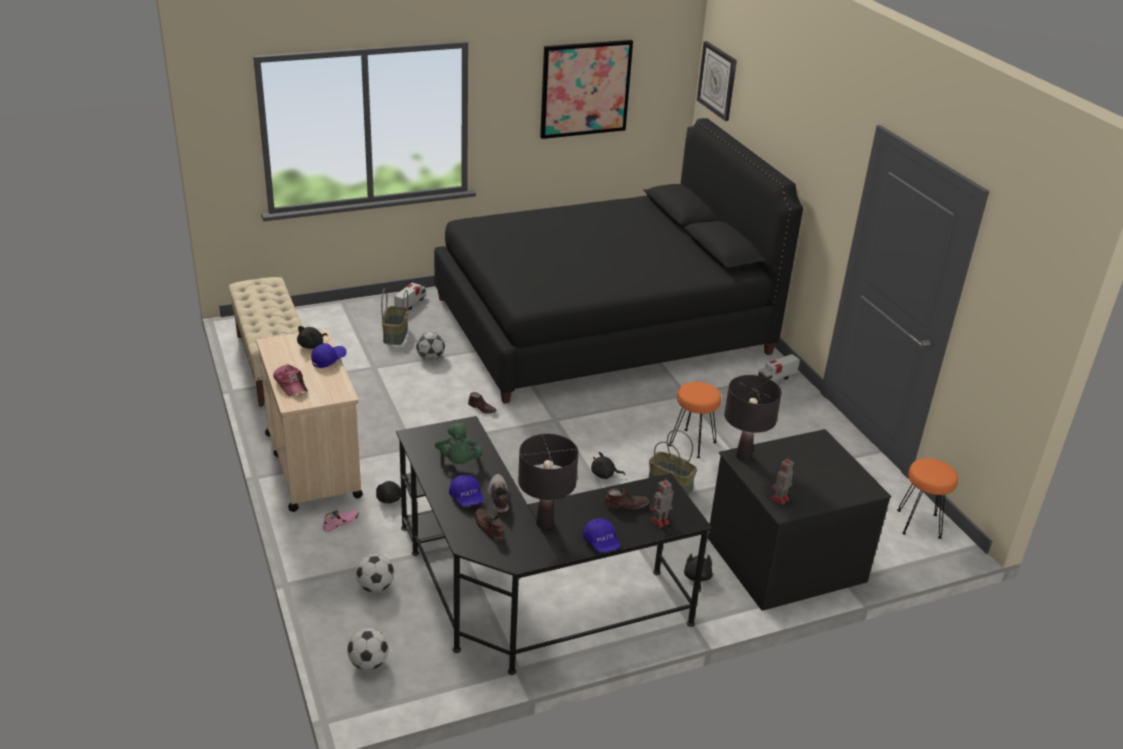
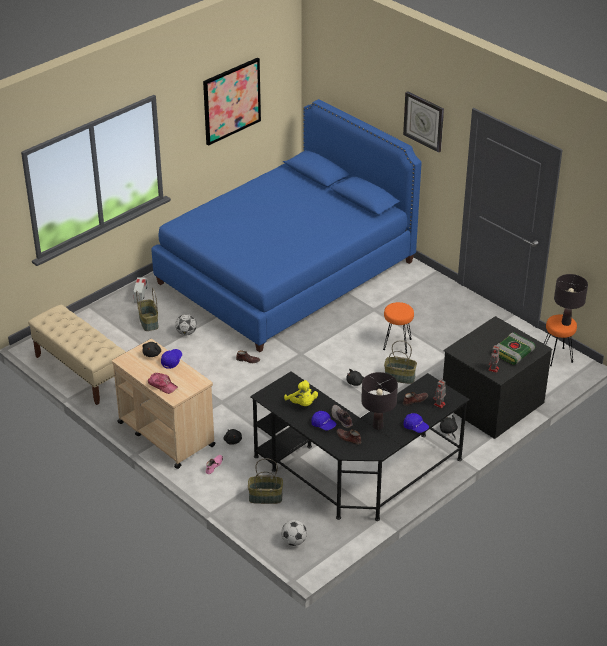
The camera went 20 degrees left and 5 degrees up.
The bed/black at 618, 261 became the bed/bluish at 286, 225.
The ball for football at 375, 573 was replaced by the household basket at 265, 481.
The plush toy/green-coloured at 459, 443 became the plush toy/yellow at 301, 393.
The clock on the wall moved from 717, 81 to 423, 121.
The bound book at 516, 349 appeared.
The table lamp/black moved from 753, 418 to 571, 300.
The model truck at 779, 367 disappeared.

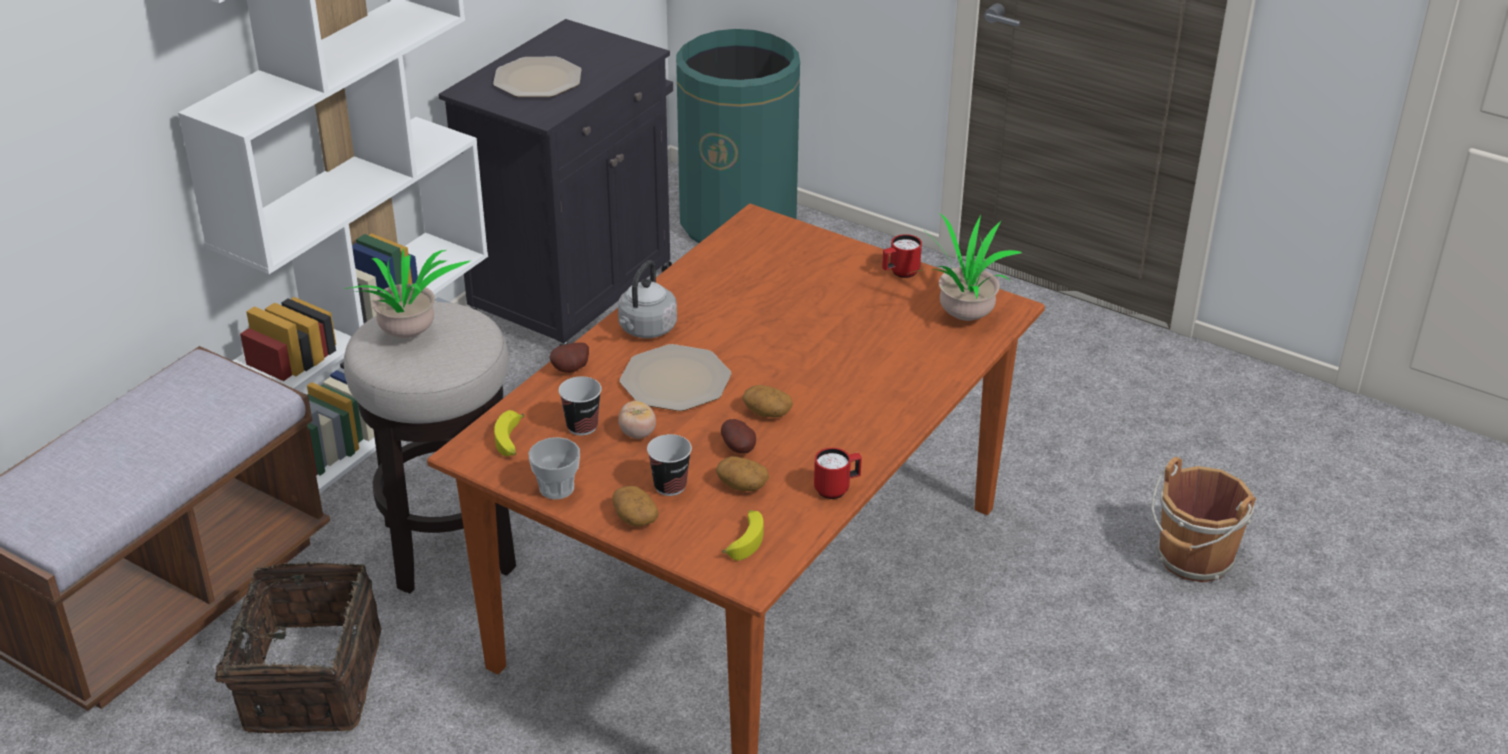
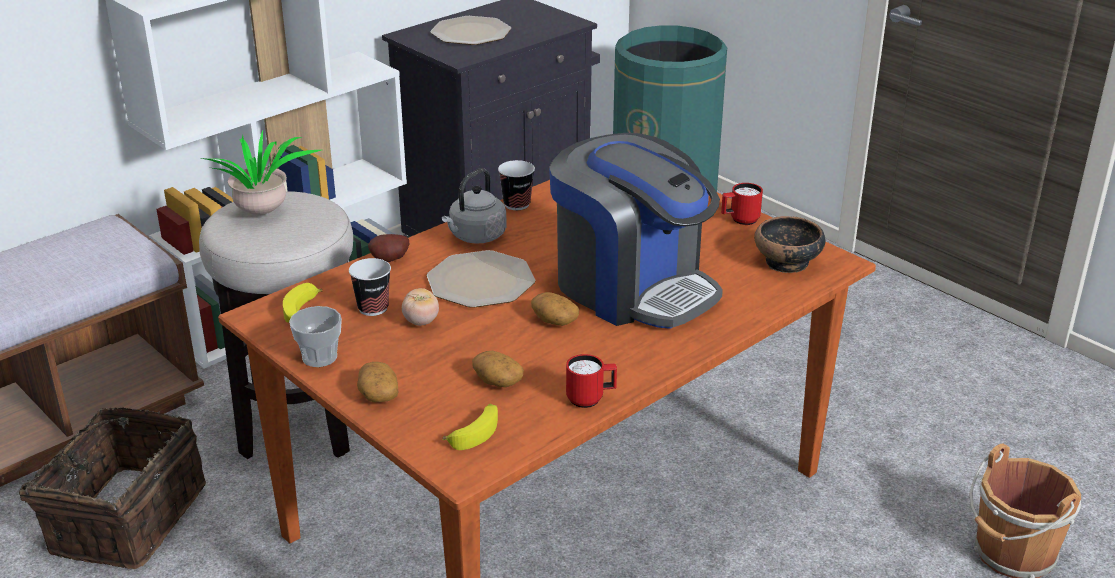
The camera went 15 degrees right and 5 degrees down.
The small cup moved from 669, 465 to 516, 185.
The coffee maker at 636, 231 appeared.
The plant in a pot at 966, 267 was replaced by the deep dish at 790, 244.
The potato at 738, 436 disappeared.

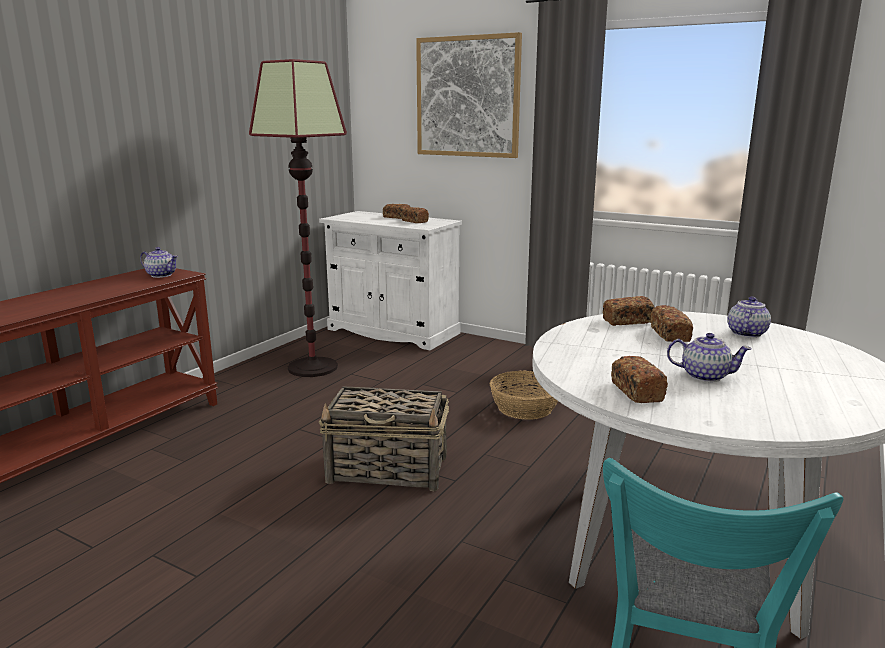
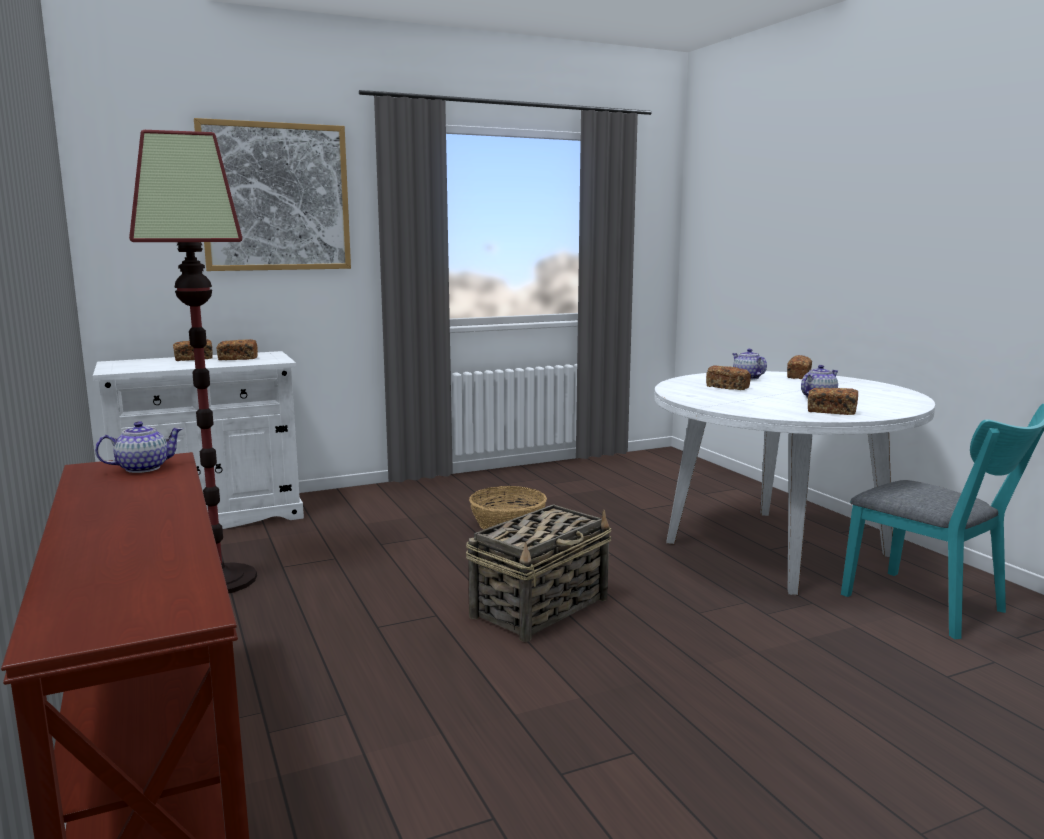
The camera went 55 degrees left and 5 degrees down.
The bakery bread moved from 629, 311 to 799, 367.

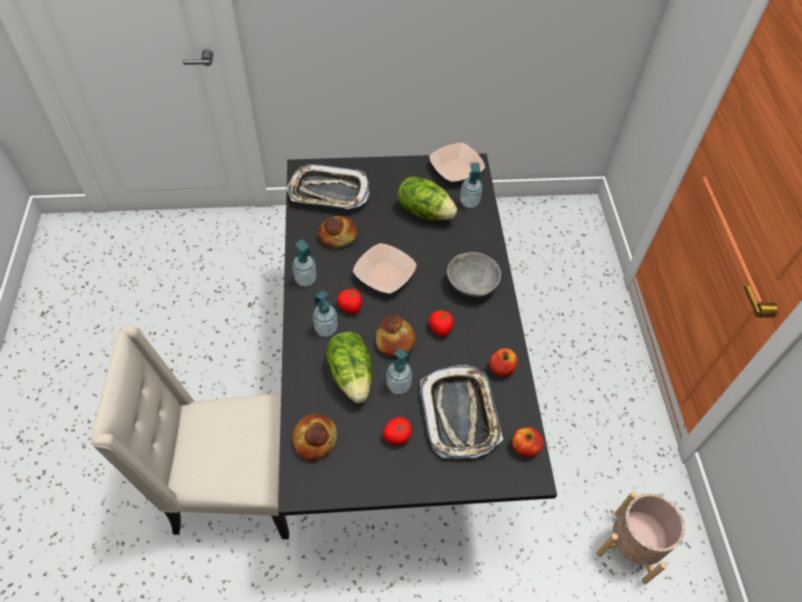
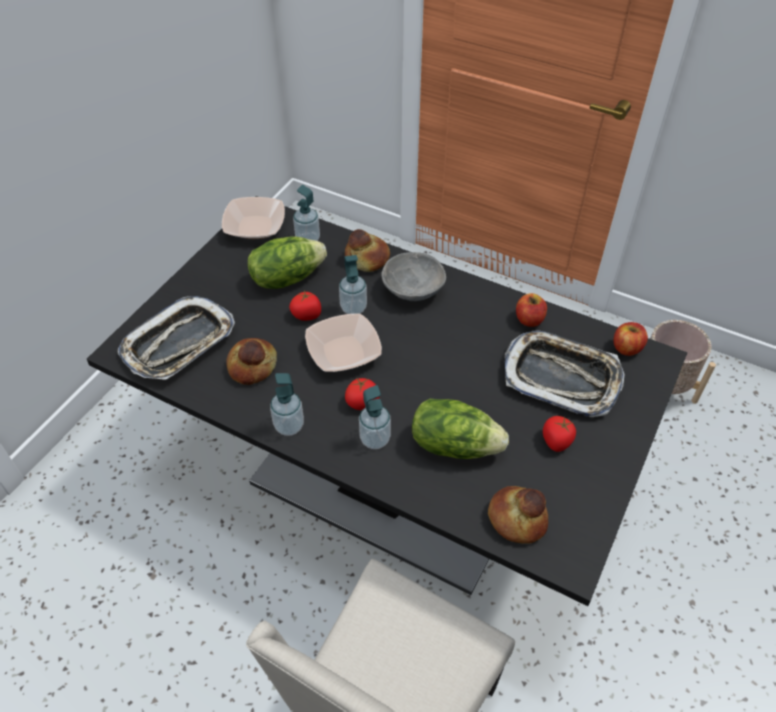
The camera went 55 degrees left and 5 degrees down.
The whole tomato moved from 441, 323 to 305, 305.
The soap dispenser moved from 399, 371 to 353, 284.
The bakery bread moved from 396, 335 to 367, 250.

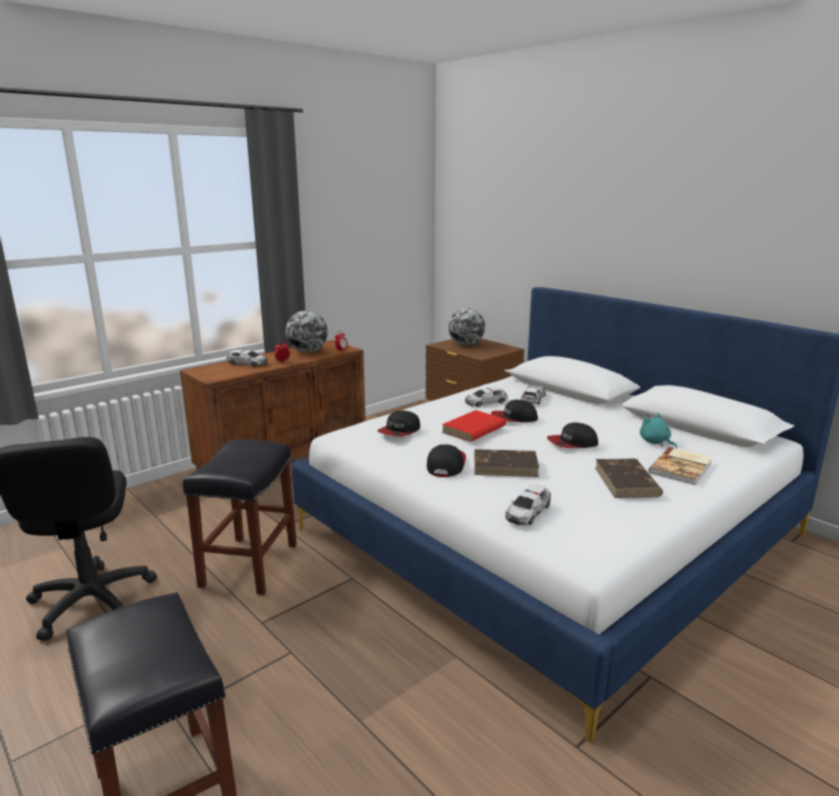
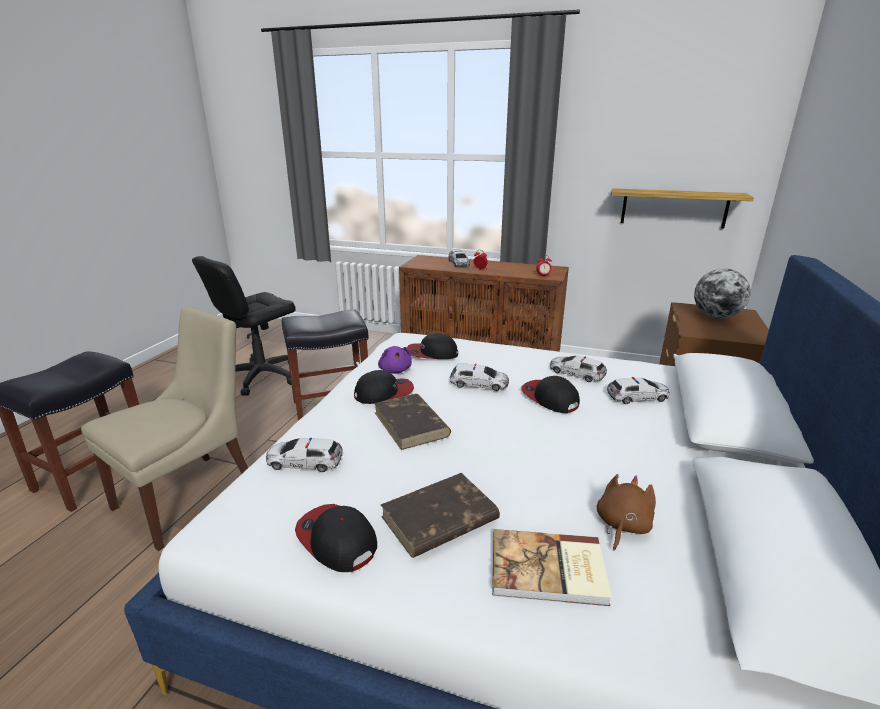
The camera went 60 degrees right and 5 degrees up.
The upright chair/beige at 164, 428 appeared.
The cap moved from 572, 435 to 336, 538.
The plush toy/purple at 395, 360 appeared.
The bound book/red-coloured at 474, 426 was replaced by the model car at 479, 377.
The plush toy/turquoise-coloured at 658, 430 became the plush toy/brown-coloured at 626, 512.
The shelf at 682, 208 appeared.
The world globe at 306, 332 disappeared.

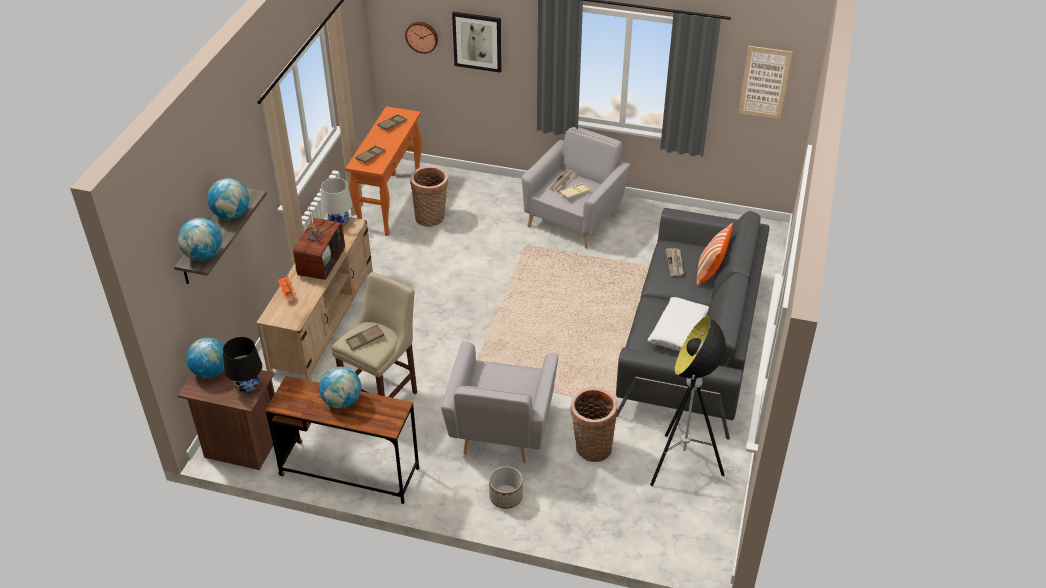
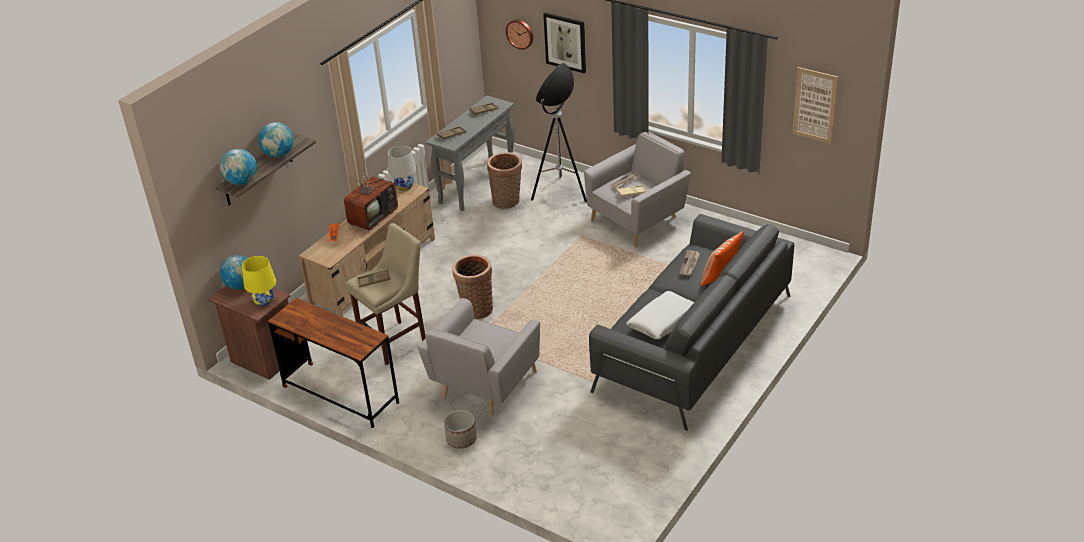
The camera went 20 degrees right and 5 degrees down.
The table lamp/black at 242, 365 became the table lamp/yellow at 259, 281.
The narrow table/orangey at 383, 171 became the narrow table/greyish at 470, 153.
The household basket moved from 593, 424 to 472, 286.
The standing lamp moved from 688, 401 to 559, 132.
The world globe at 340, 388 disappeared.

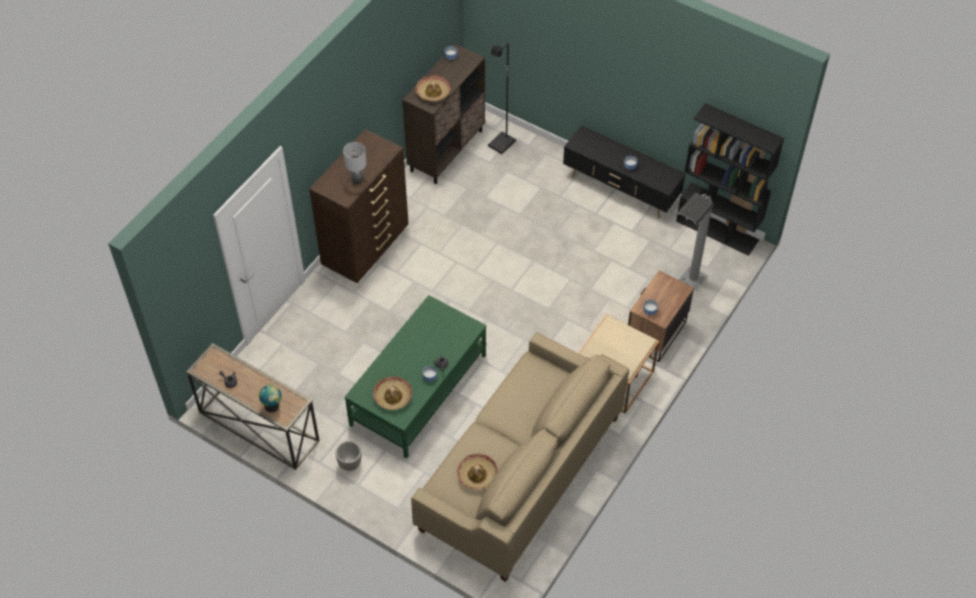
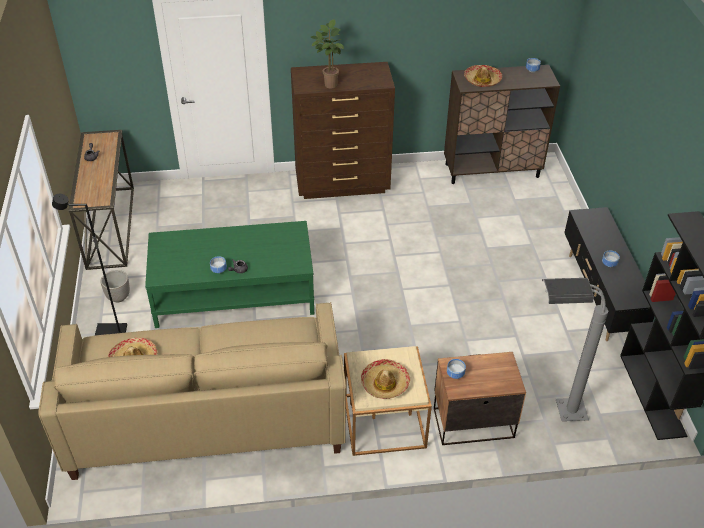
The camera went 50 degrees right and 10 degrees down.
The standing lamp/black moved from 502, 98 to 89, 265.
The table lamp/greyish at 355, 163 was replaced by the plant in a pot at 327, 54.
The clothing hat moved from 392, 393 to 385, 379.
The world globe at 270, 398 disappeared.

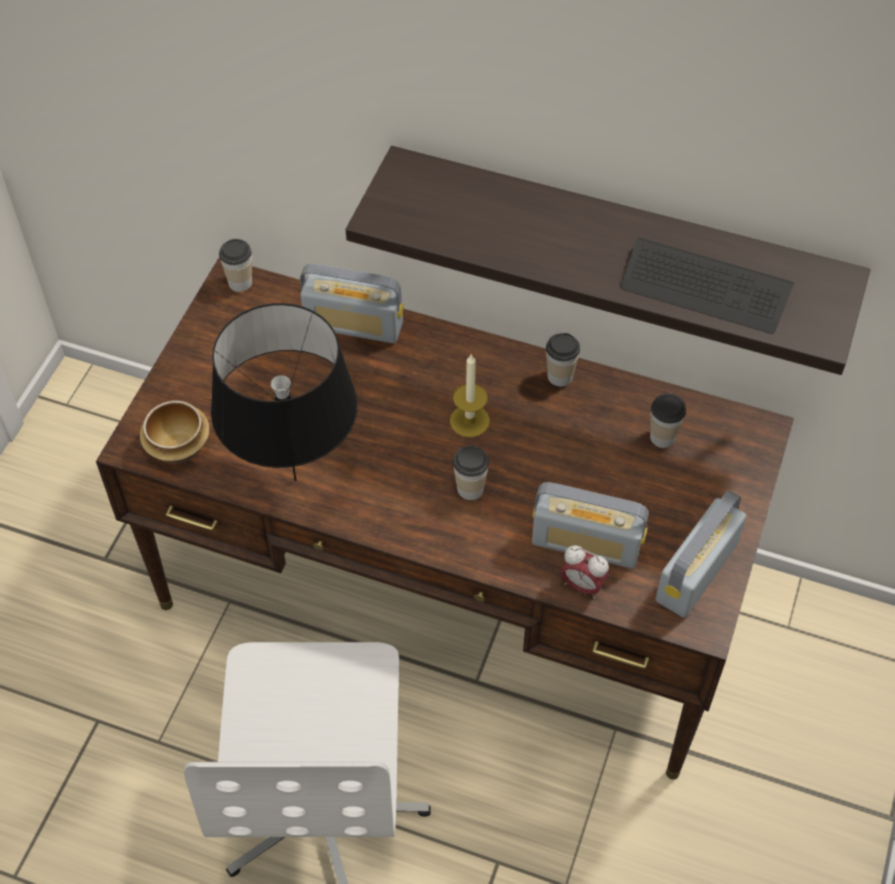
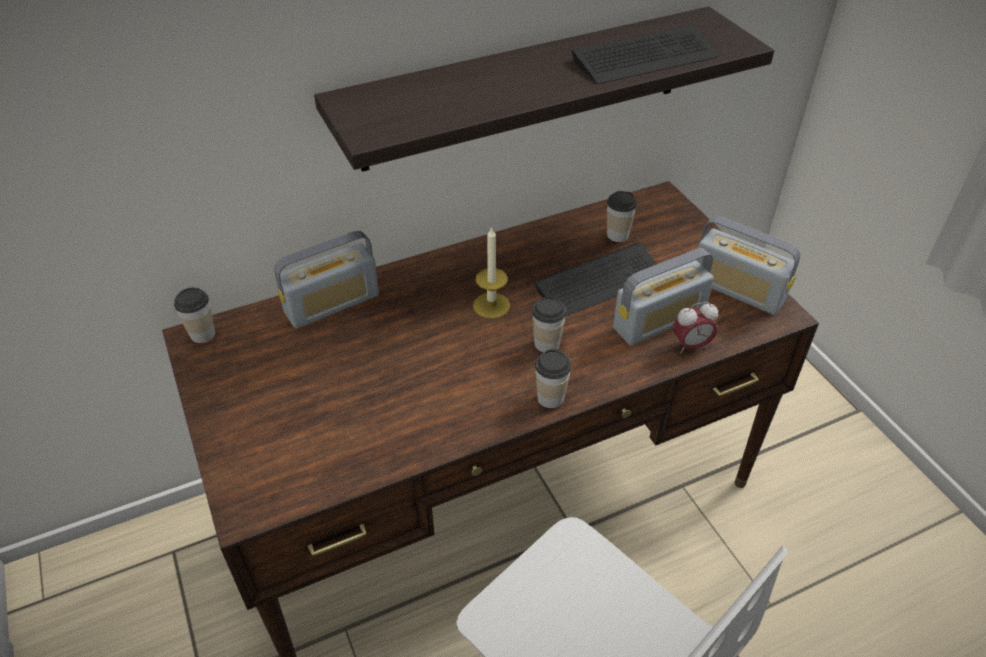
The camera went 45 degrees left and 10 degrees down.
The computer keyboard at 595, 280 appeared.
The small cup moved from 563, 360 to 553, 378.
The radio receiver at 701, 554 turned 45 degrees counterclockwise.
The deep dish at 175, 432 disappeared.
The table lamp/black at 284, 392 disappeared.

